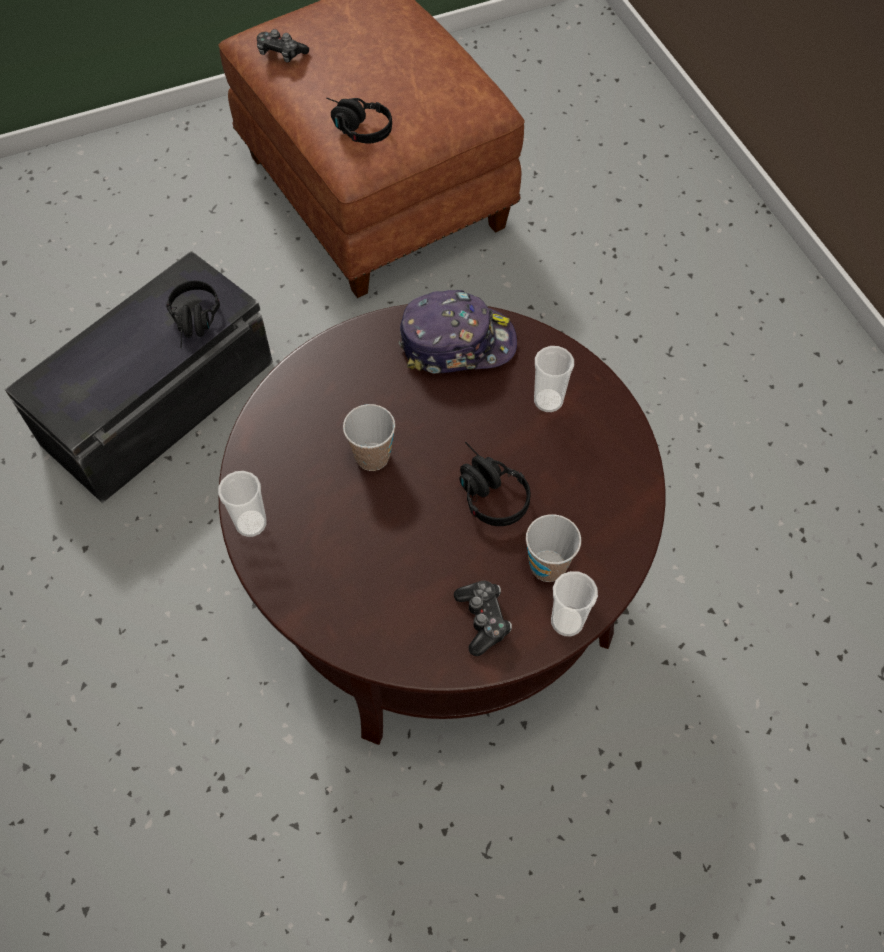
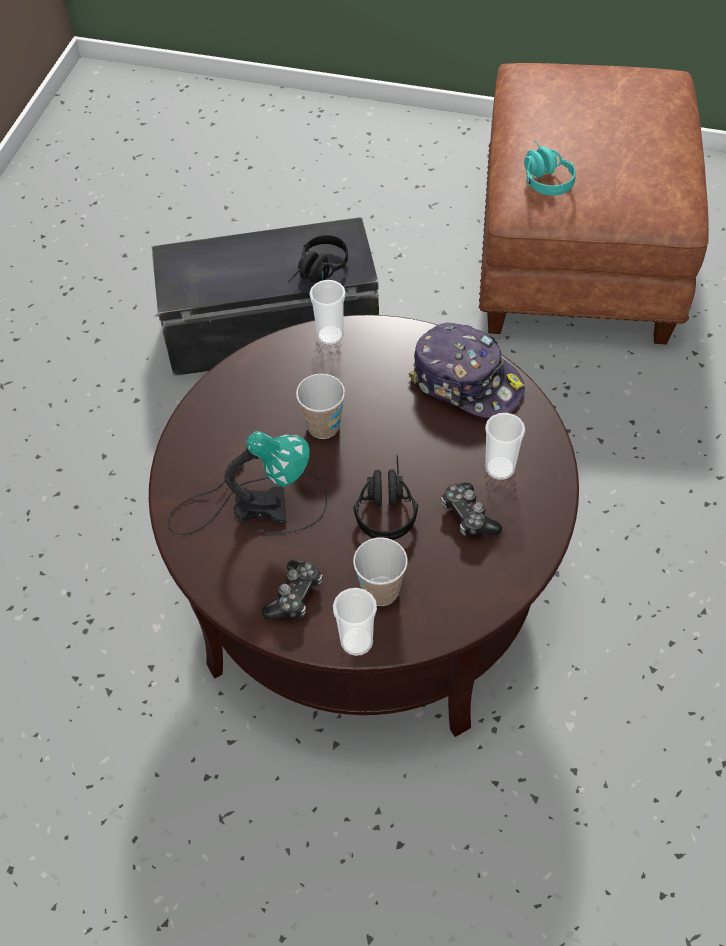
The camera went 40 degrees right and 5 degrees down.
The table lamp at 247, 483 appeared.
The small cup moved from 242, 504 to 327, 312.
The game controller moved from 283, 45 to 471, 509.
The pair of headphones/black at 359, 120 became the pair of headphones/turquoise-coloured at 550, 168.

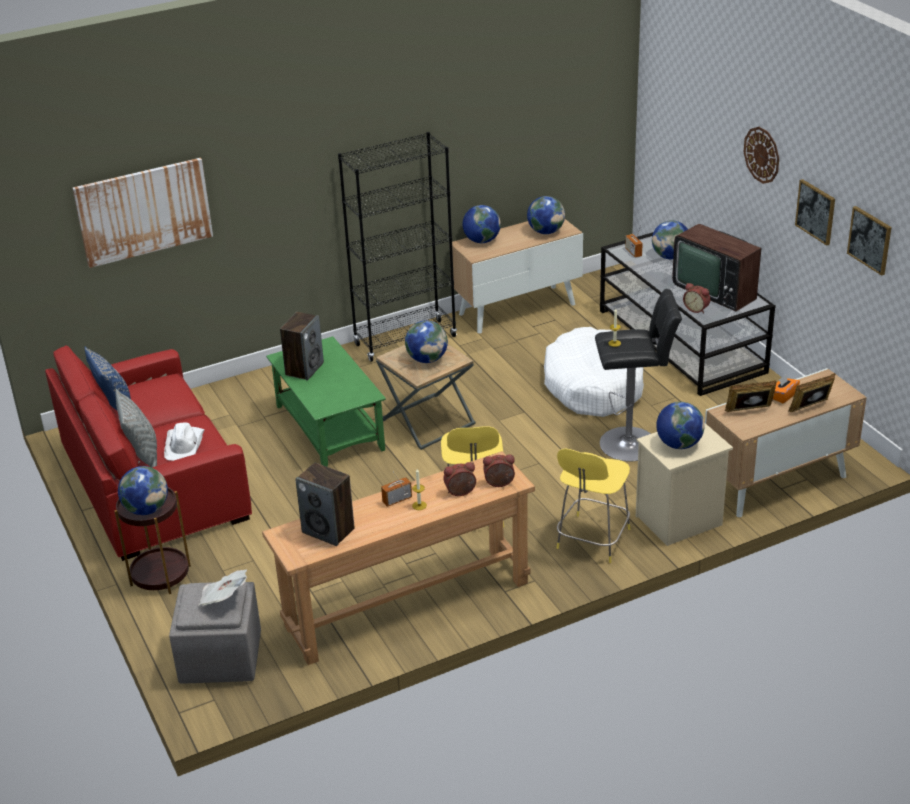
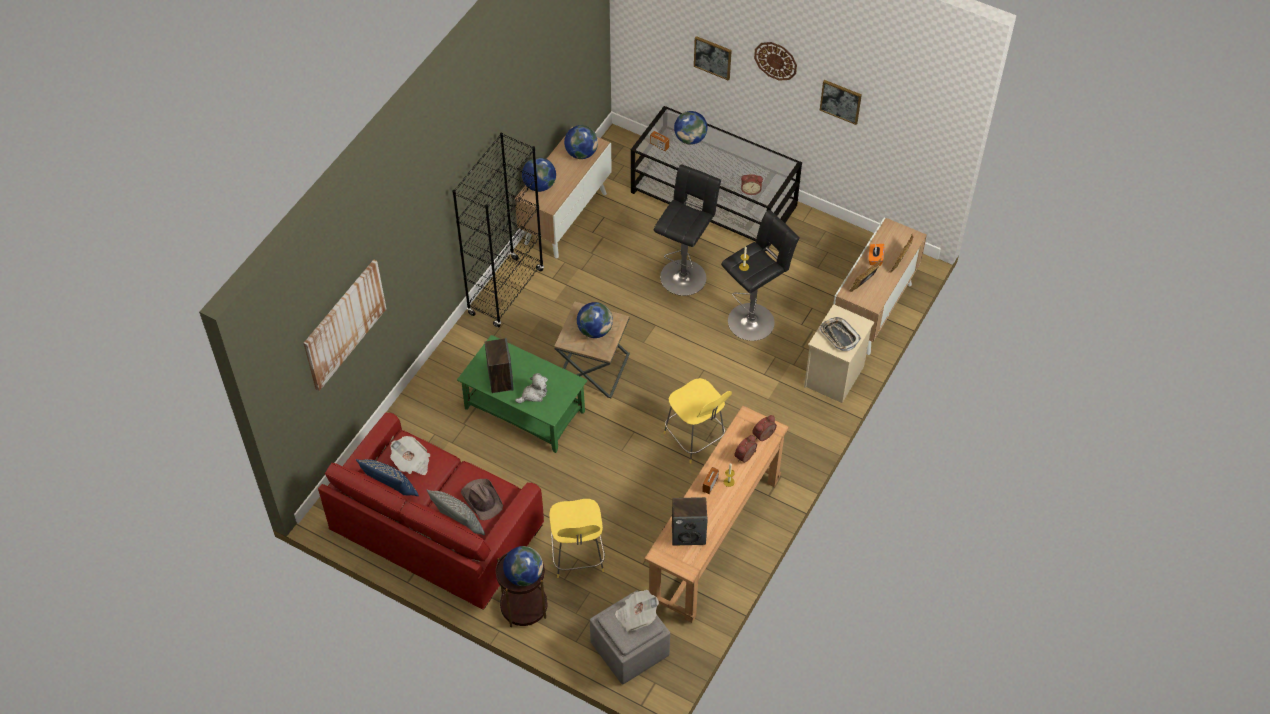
The camera went 35 degrees left and 20 degrees up.
The daily paper at 410, 455 appeared.
The clothing hat/white at 184, 441 became the clothing hat/brown-coloured at 482, 499.
The plush toy at 531, 388 appeared.
The stool seat/yellow moved from 593, 506 to 577, 538.
The dog bed/white at 594, 372 was replaced by the stool seat/black at 687, 230.
The wall art moved from 869, 241 to 713, 58.
The world globe at 680, 425 was replaced by the tray at 840, 334.
The TV at 716, 268 disappeared.

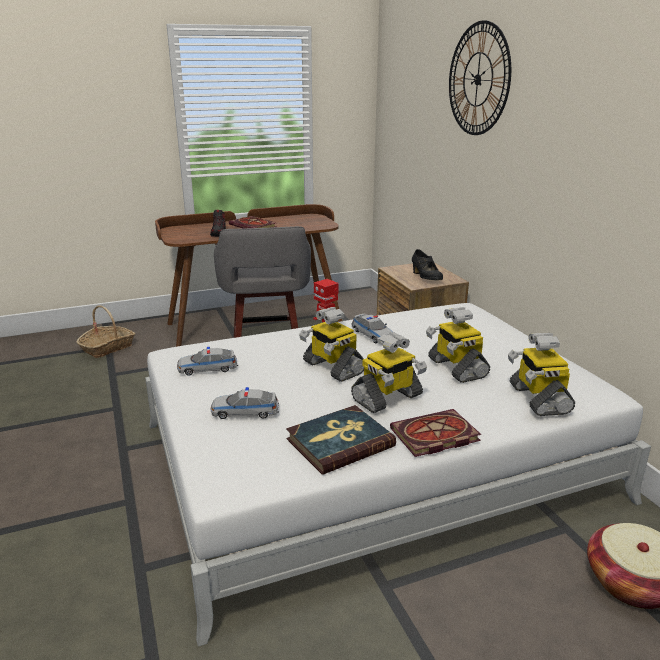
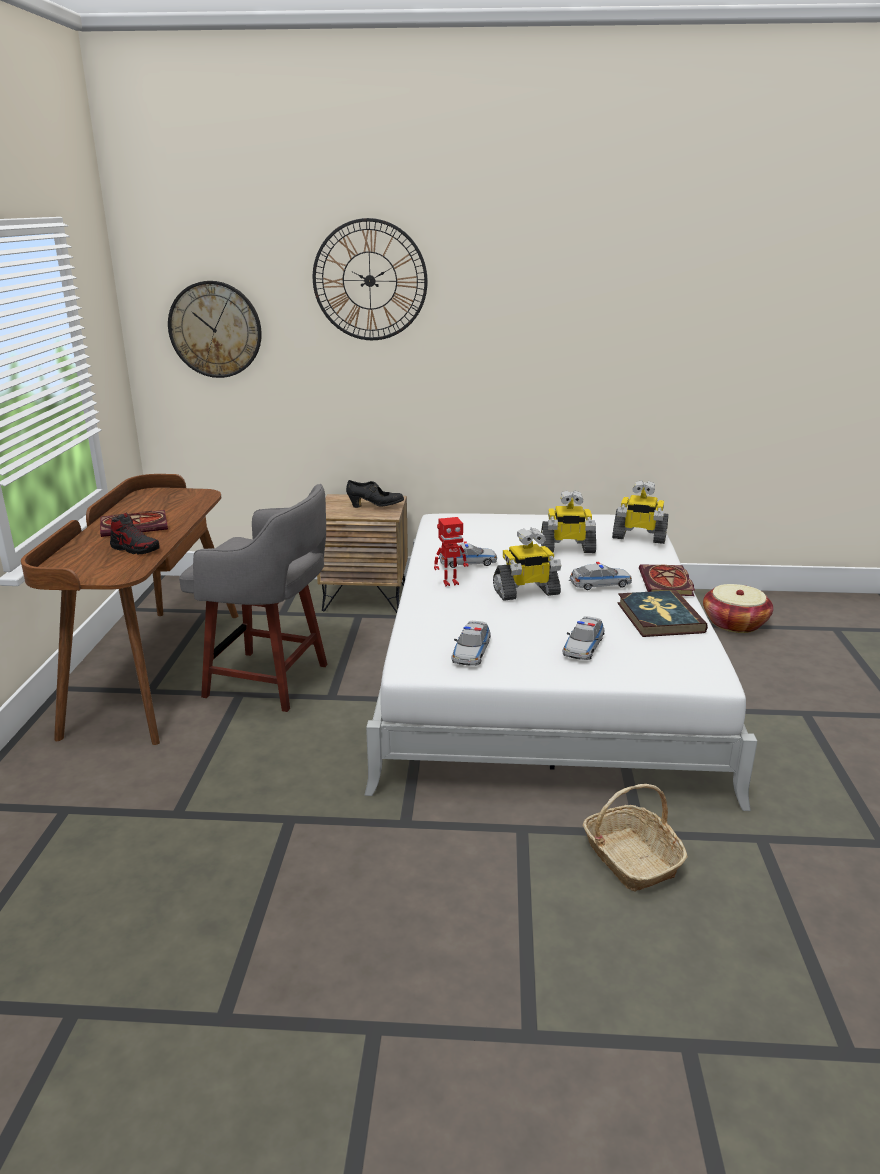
The camera went 65 degrees left and 0 degrees up.
The clock on the wall at 215, 329 appeared.
The toy robot at 389, 372 was replaced by the model car at 600, 576.
The household basket moved from 106, 331 to 635, 837.

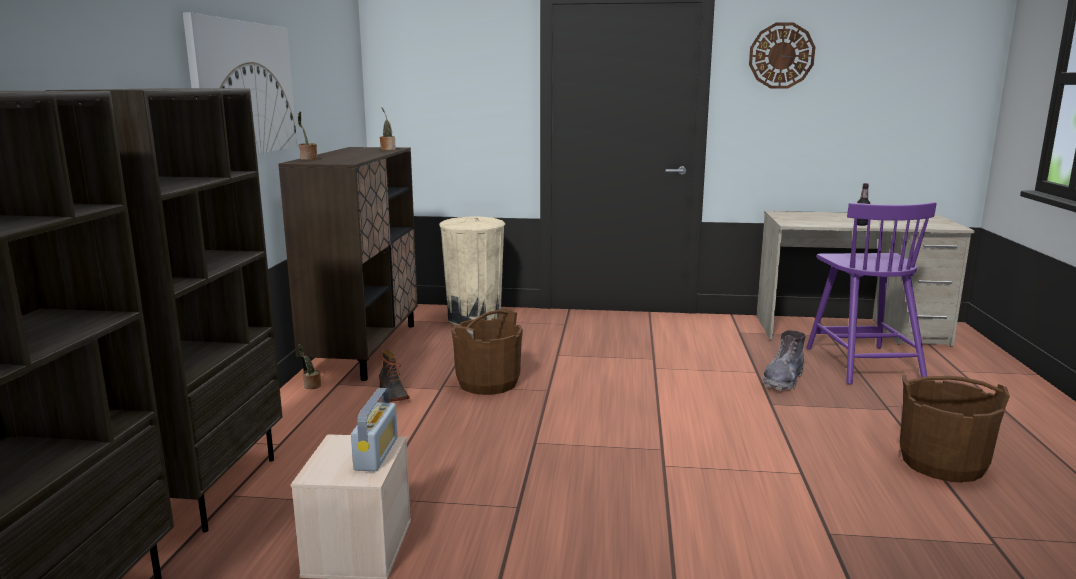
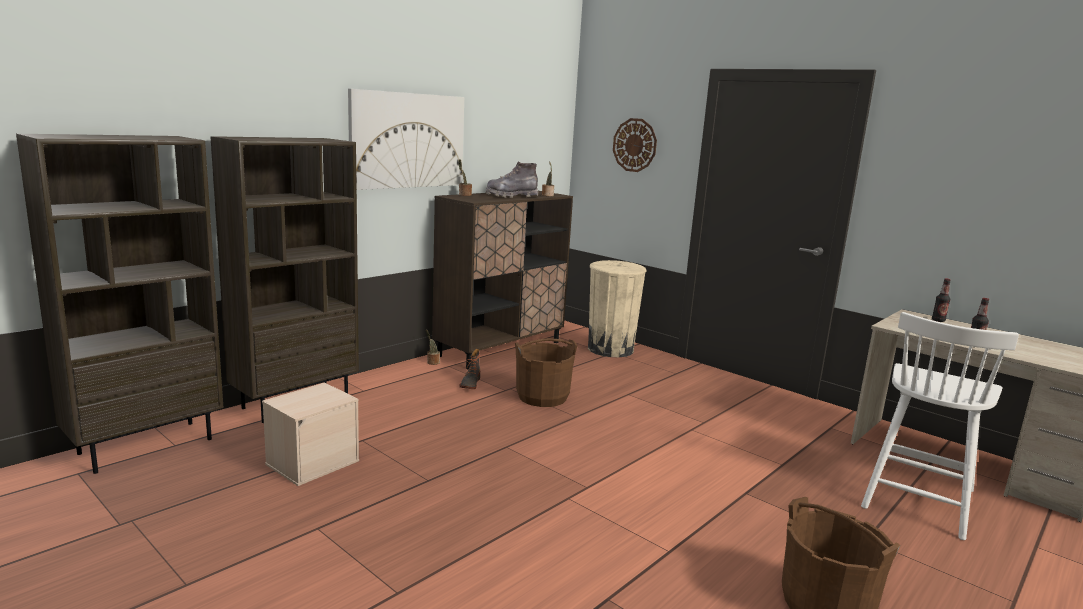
The camera went 35 degrees right and 0 degrees up.
The high-top boot/greyish moved from 784, 360 to 512, 179.
The clock on the wall moved from 782, 55 to 635, 145.
The upright chair/purple at 871, 293 became the upright chair/white at 940, 426.
The beverage bottle at 941, 300 appeared.
The radio receiver at 374, 429 disappeared.

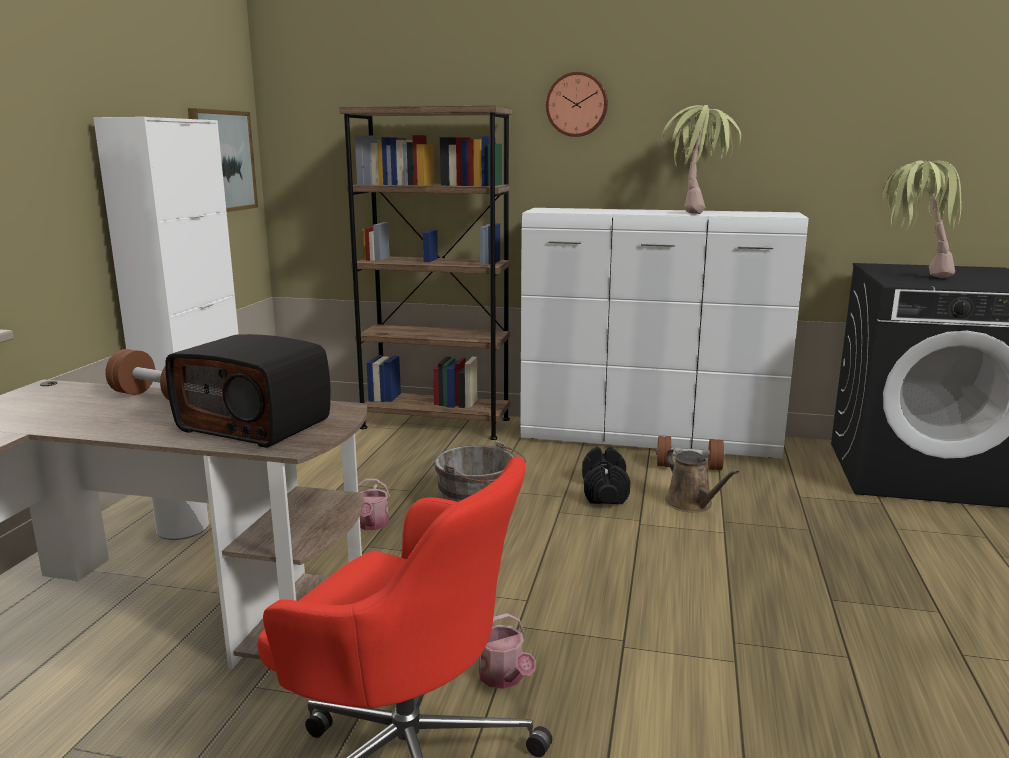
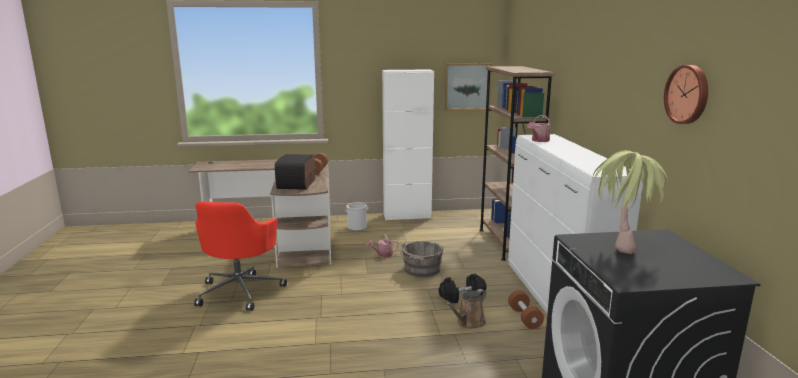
The camera went 70 degrees right and 0 degrees up.
The sprinkling can moved from 507, 651 to 539, 128.
The clock on the wall moved from 577, 104 to 686, 94.
The plant in a pot at 701, 159 disappeared.

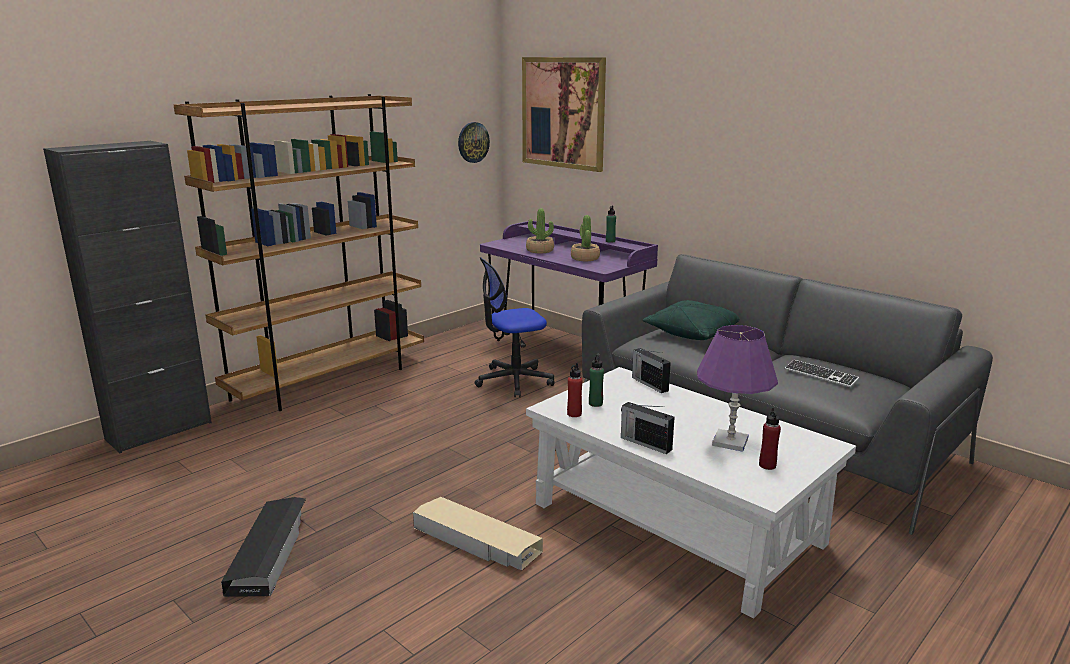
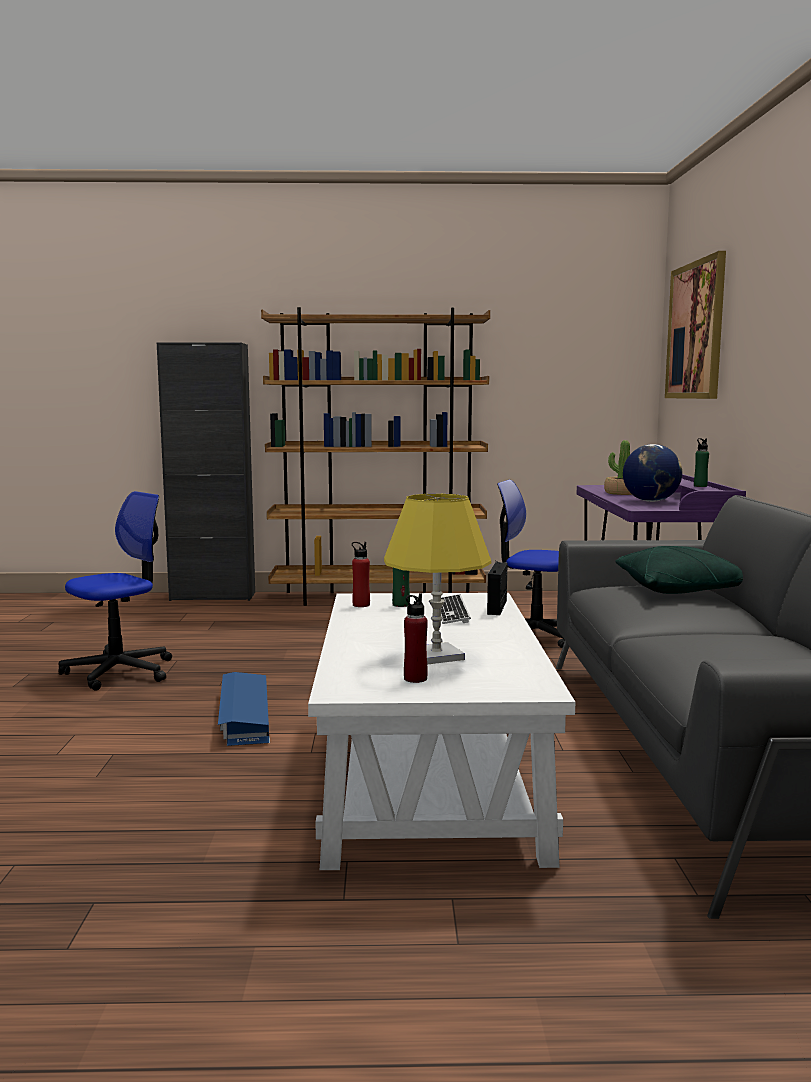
The camera went 45 degrees right and 10 degrees down.
The storage box/black at 263, 547 was replaced by the office chair at 115, 591.
The storage box/beige at 478, 534 became the storage box/bluish at 244, 709.
The table lamp/purple at 737, 388 became the table lamp/yellow at 437, 579.
The computer keyboard moved from 822, 373 to 456, 609.
The plant in a pot at 585, 238 was replaced by the world globe at 652, 473.
The clock on the wall at 474, 142 disappeared.
The radio receiver at 648, 428 disappeared.

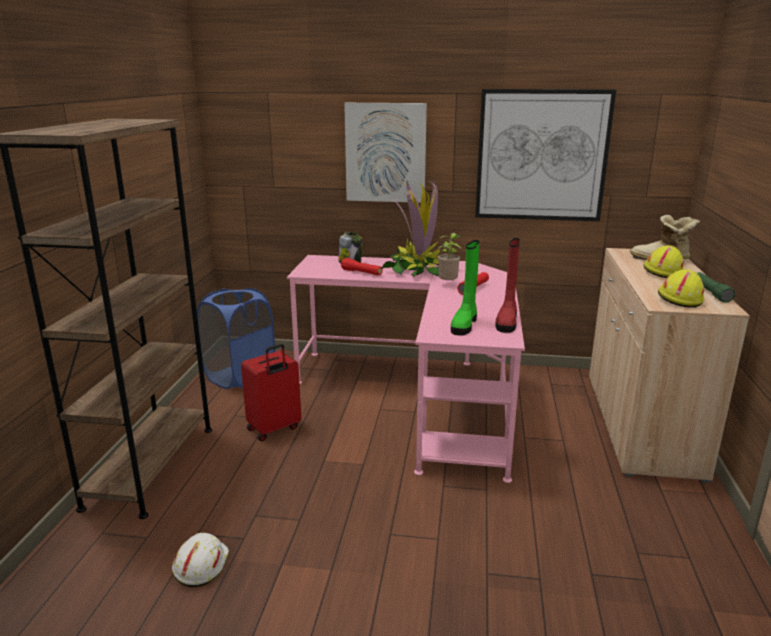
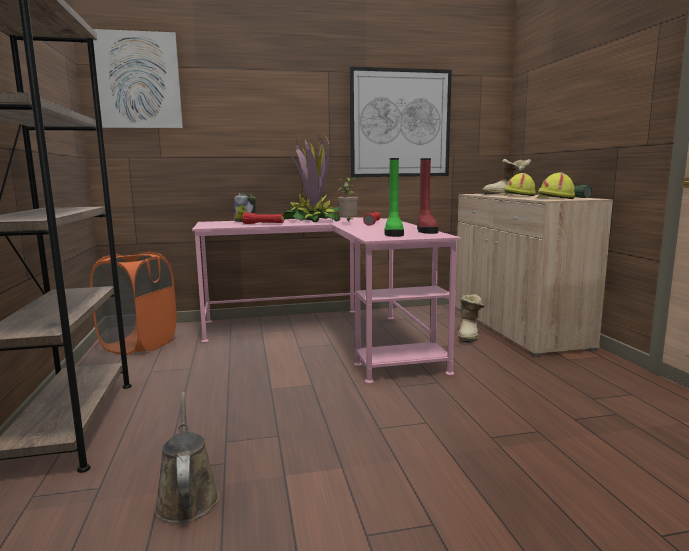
The camera went 20 degrees left and 10 degrees down.
The laundry basket/bluish at 236, 338 became the laundry basket/orangey at 133, 303.
The wall art moved from 385, 153 to 138, 78.
The work helmet/white at 200, 560 was replaced by the sprinkling can/brown-coloured at 186, 457.
The high-top boot at 471, 318 appeared.
The travel case/red-coloured at 271, 392 disappeared.

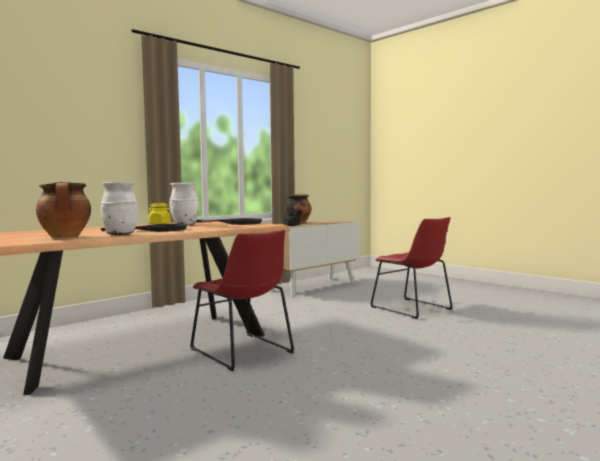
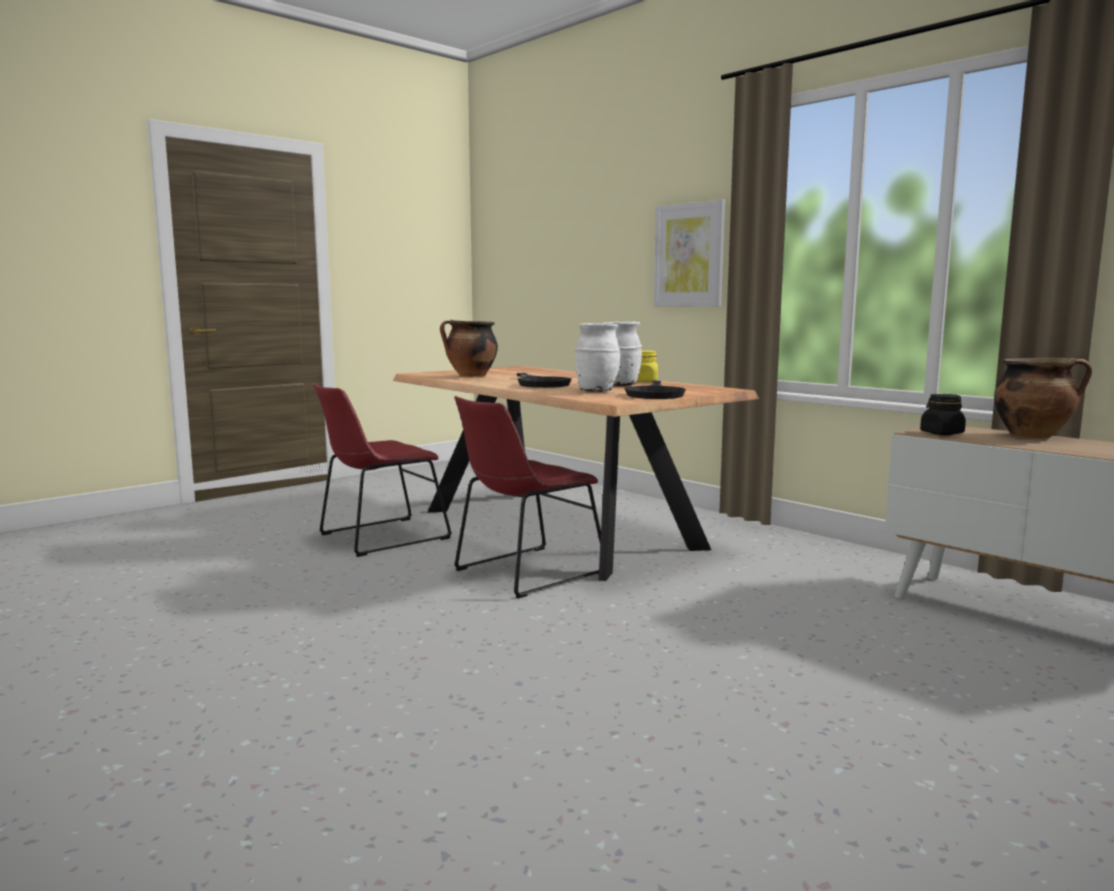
The camera went 90 degrees right and 5 degrees up.
The upright chair/red-coloured moved from 411, 268 to 382, 470.
The flower vase/white moved from 119, 208 to 597, 357.
The wall art at 689, 253 appeared.

